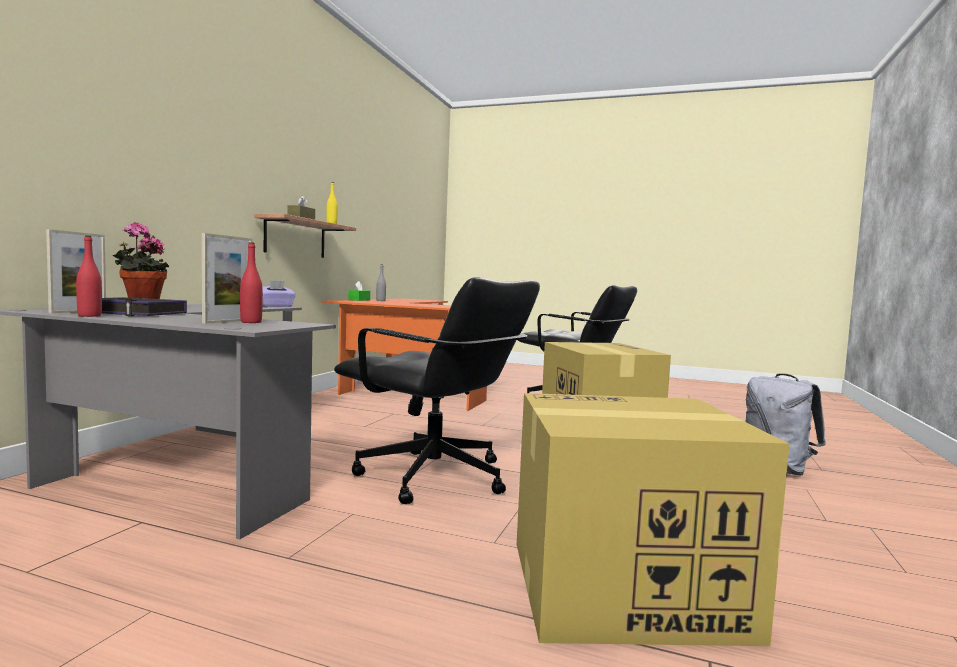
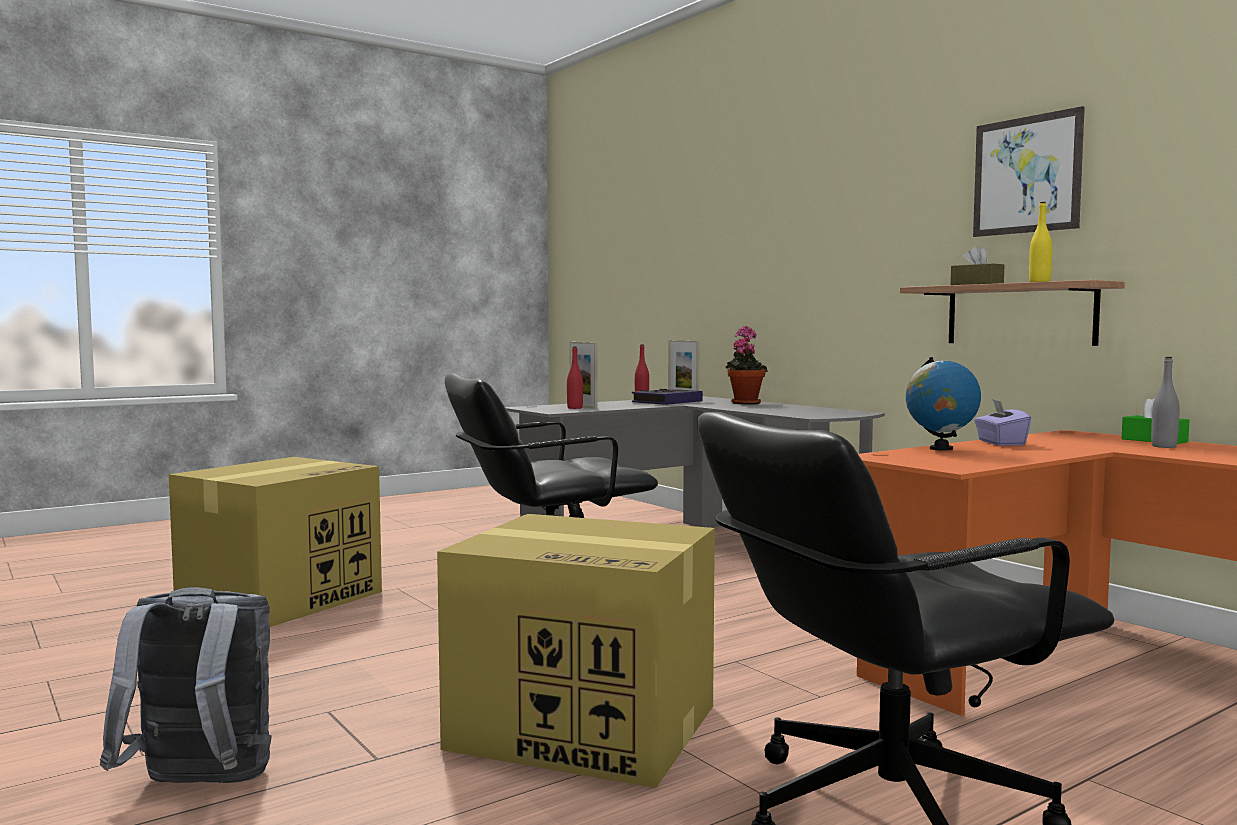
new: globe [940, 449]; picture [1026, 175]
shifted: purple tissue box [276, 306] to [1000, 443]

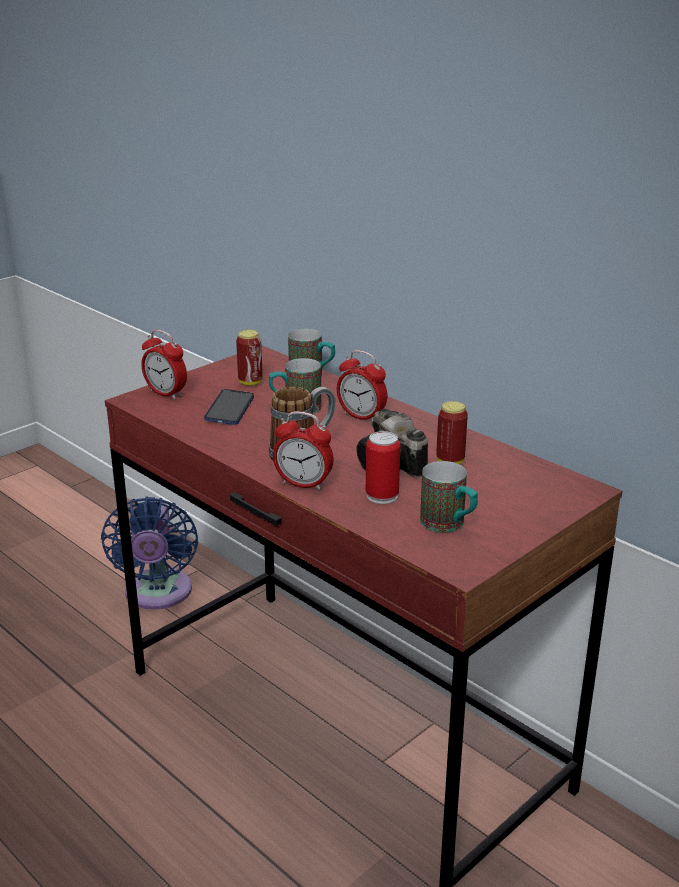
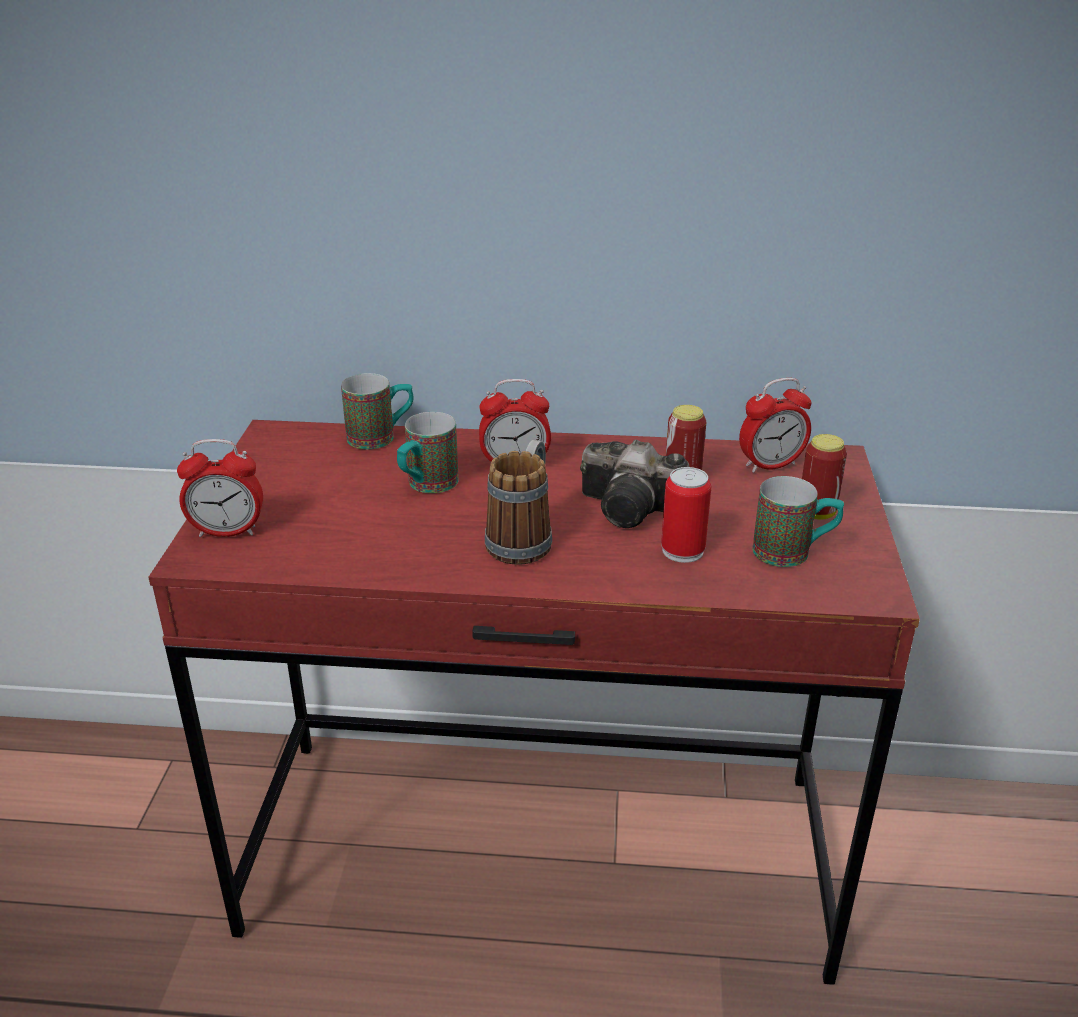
gone: blue fan [157, 594]; phone [229, 409]
shifted: can [250, 382] to [816, 513]; alarm clock [303, 484] to [770, 465]

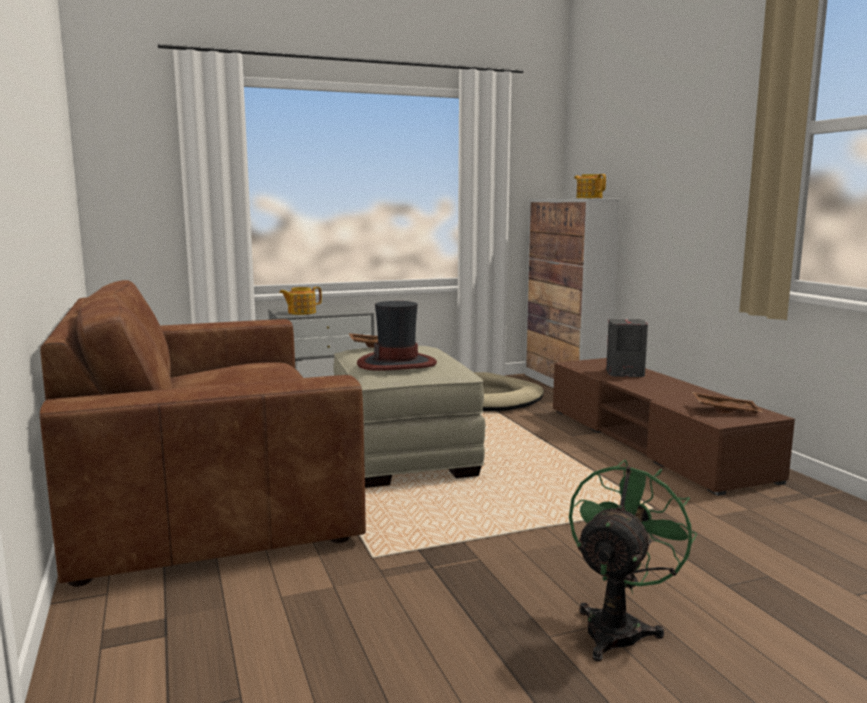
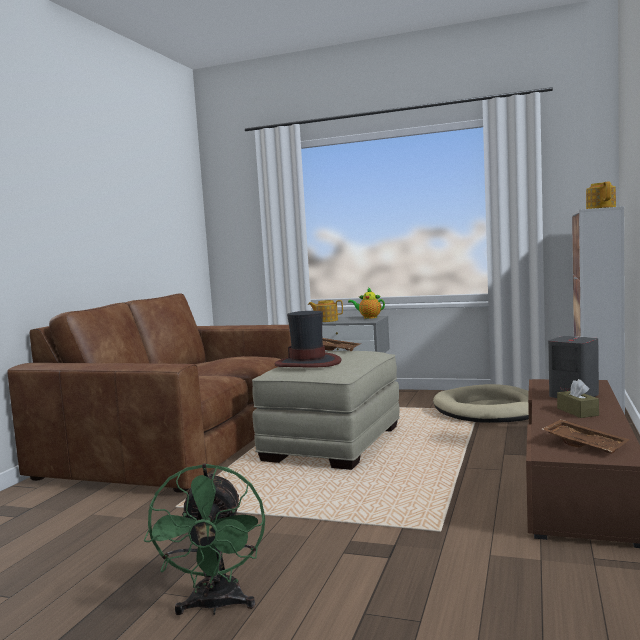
new: teapot [368, 317]; brown tissue box [577, 412]
rotated: green fan [618, 627] = [216, 606] 105 degrees clockwise

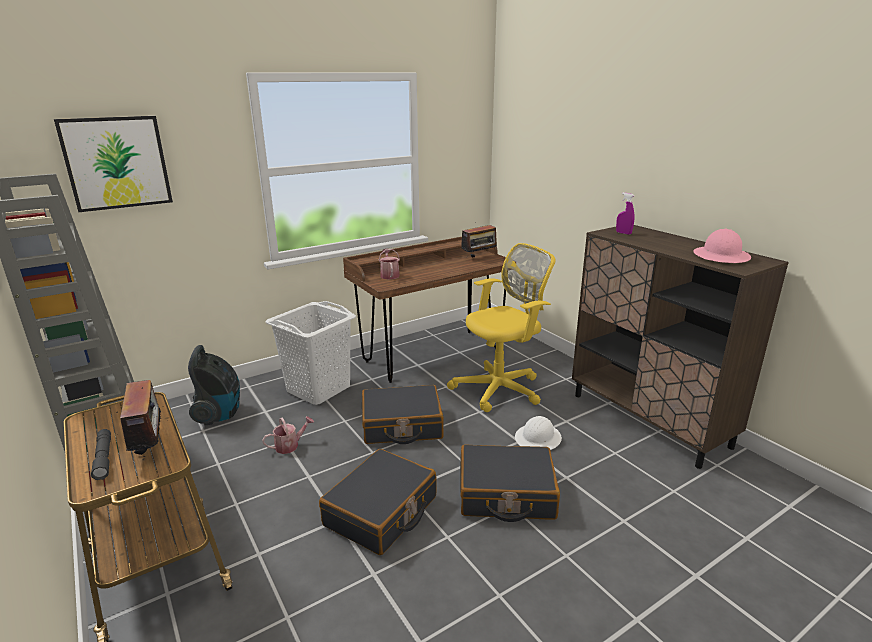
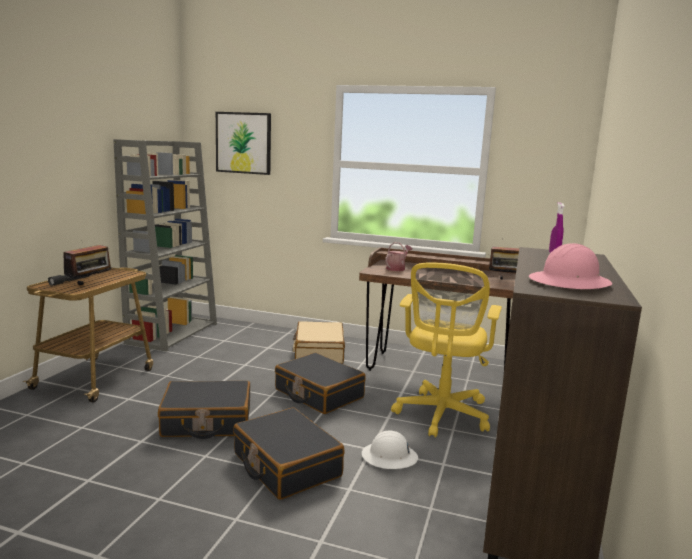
gone: vacuum cleaner [220, 414]; watering can [290, 445]
swapped: white laundry basket [319, 389] to beige suitcase [319, 352]
rotated: yellow office chair [501, 389] = [441, 416] 90 degrees clockwise

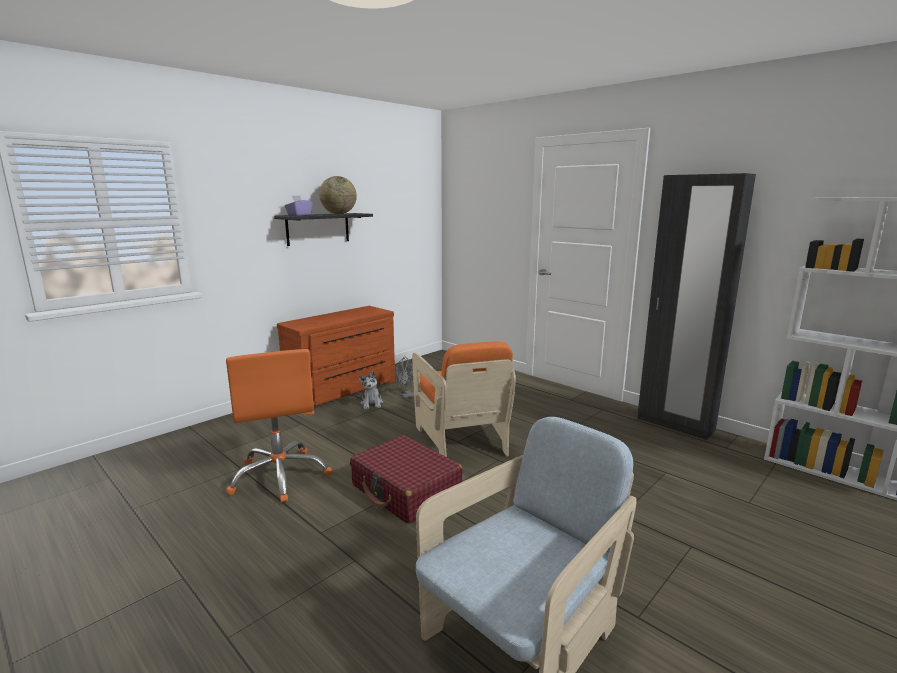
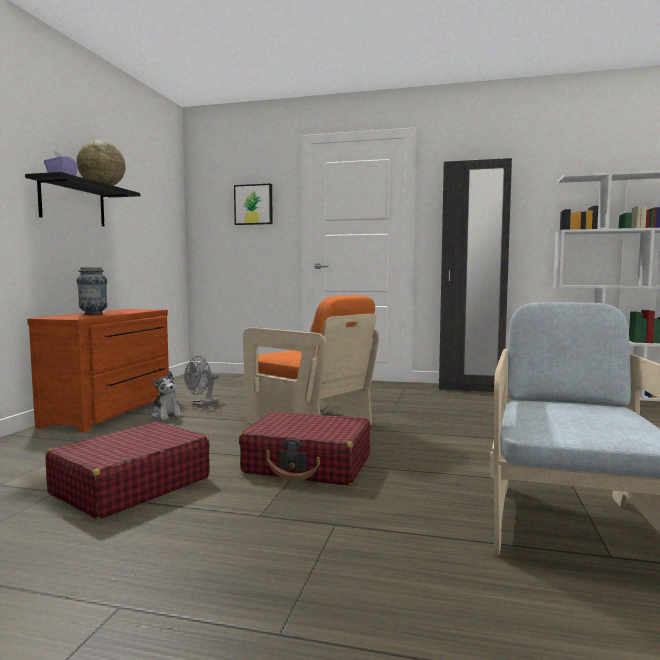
new: vase [93, 314]; picture [254, 204]
swapped: orange office chair [280, 476] to red suitcase [130, 486]

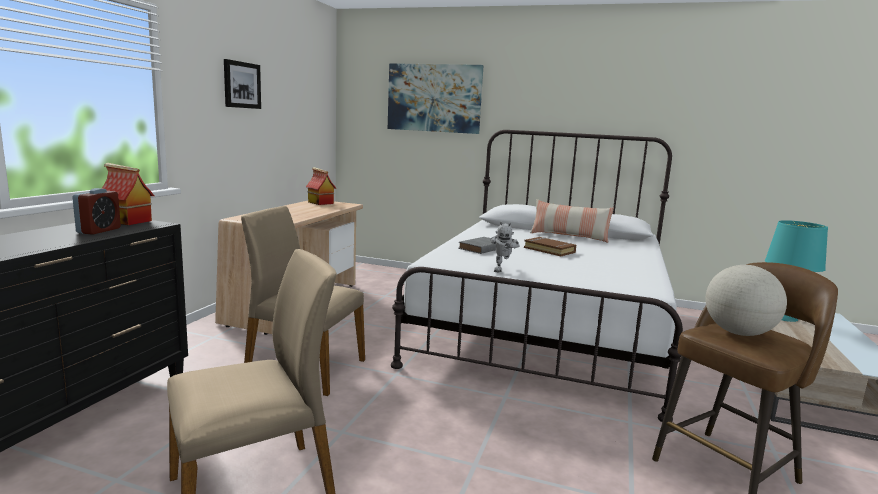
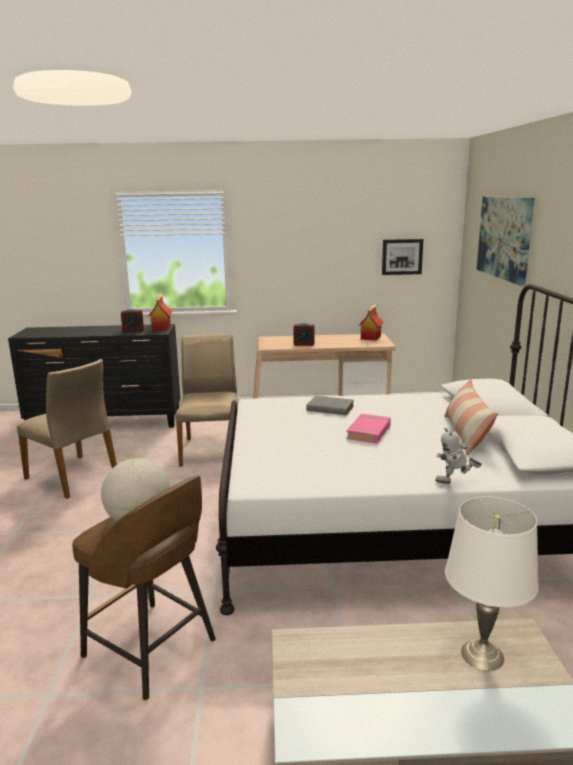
new: alarm clock [304, 344]
shifted: picture [241, 85] to [402, 256]; toy robot [502, 270] to [455, 483]
repainted: brown book [549, 250] to pink book [369, 432]; turquoise table lamp [784, 317] to white table lamp [482, 655]

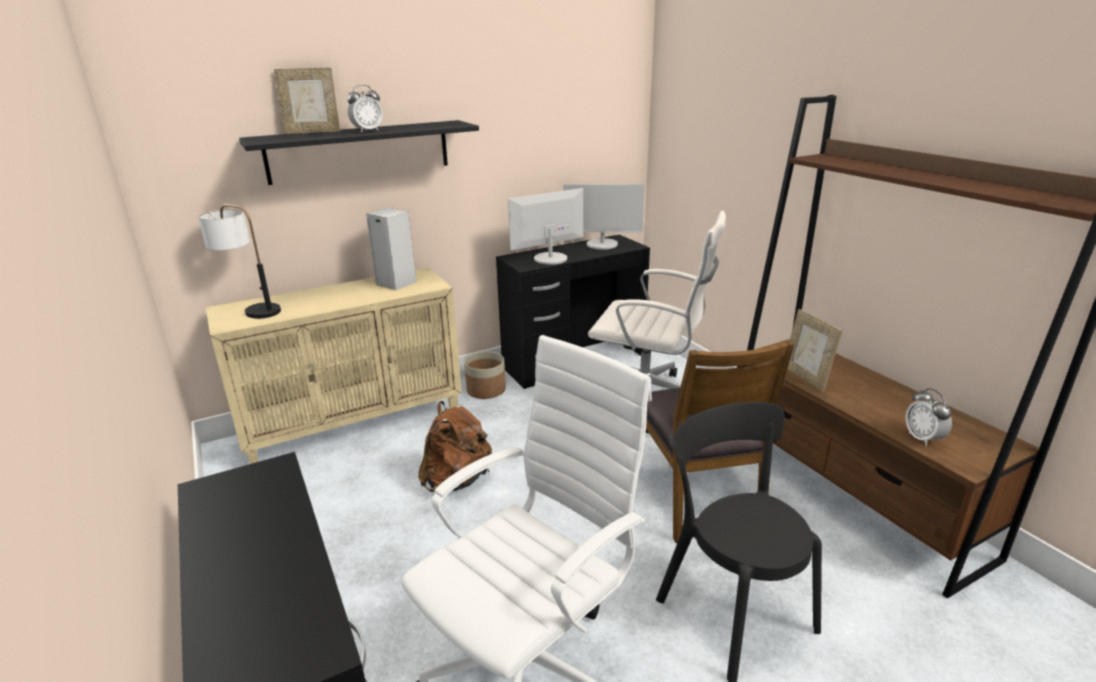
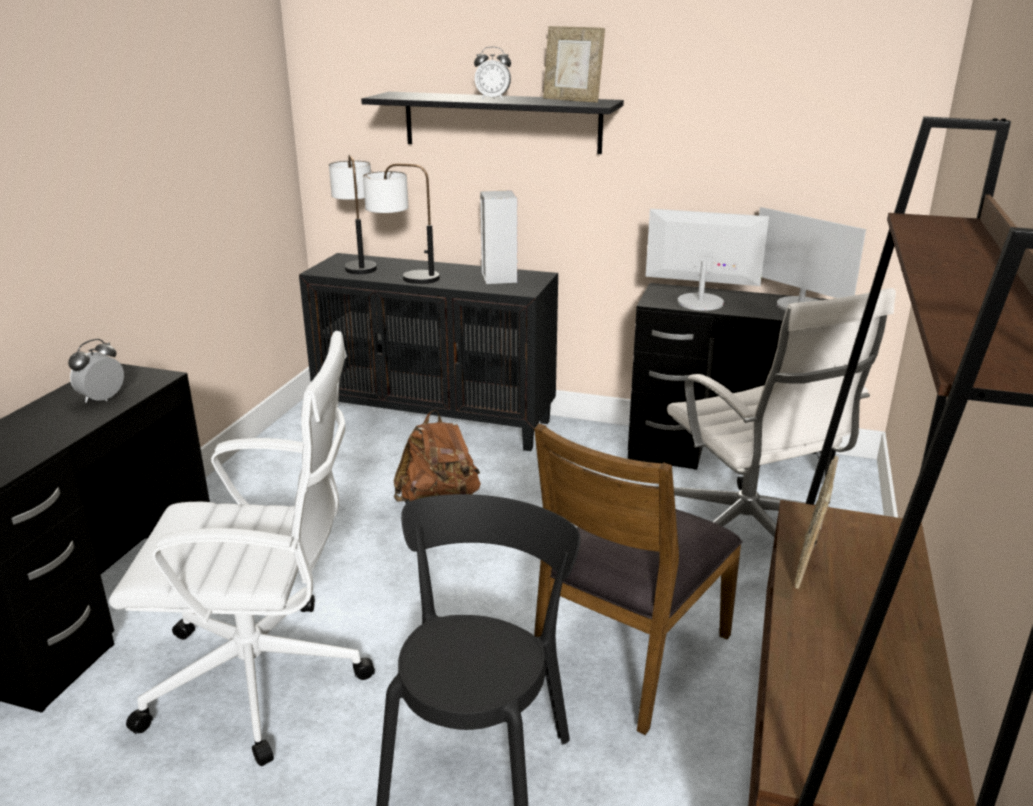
gone: planter [486, 390]
new: table lamp [403, 277]
shifted: picture frame [313, 132] to [572, 100]; alarm clock [923, 438] to [102, 399]
repainted: beige cabinet [356, 424] to black cabinet [437, 420]

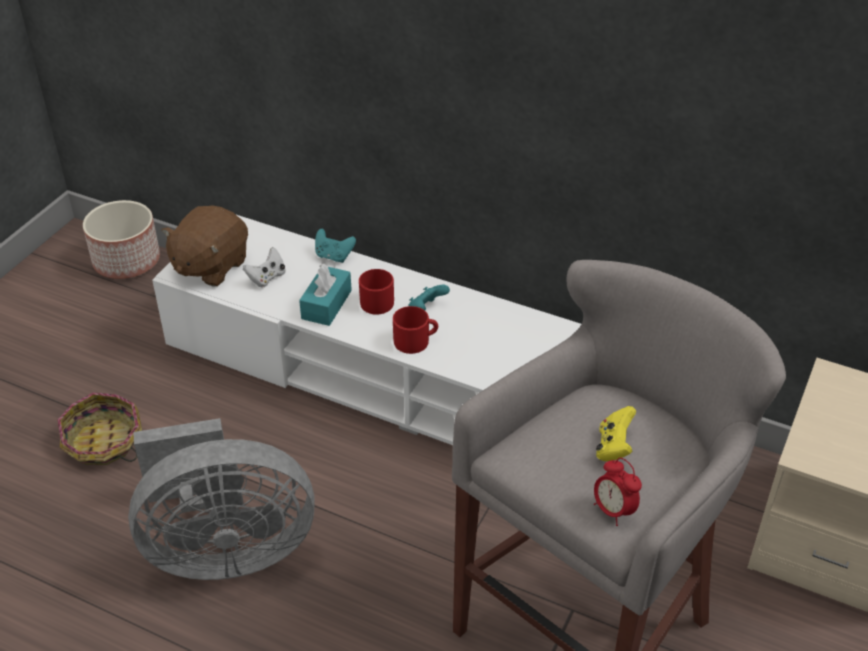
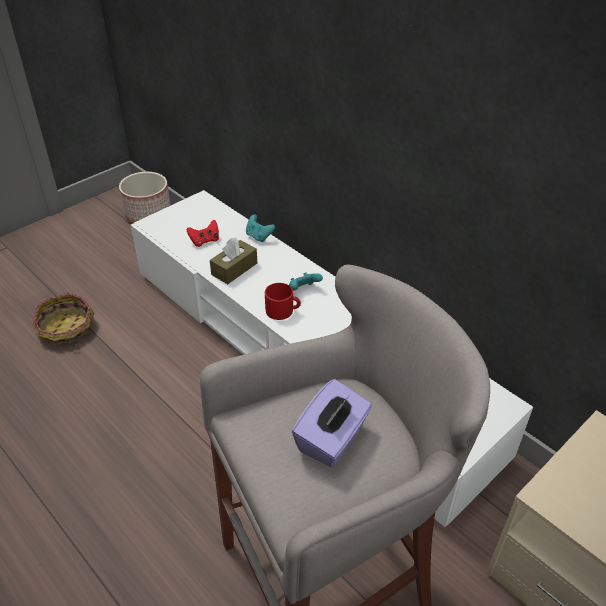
gone: grey fan [225, 549]; brown plush toy [210, 266]; red mug [377, 300]; alarm clock [613, 510]
swapped: yellow game controller [613, 447] to purple tissue box [332, 439]
repainted: white game controller [267, 278] to red game controller [205, 241]; turquoise tissue box [326, 304] to brown tissue box [234, 269]

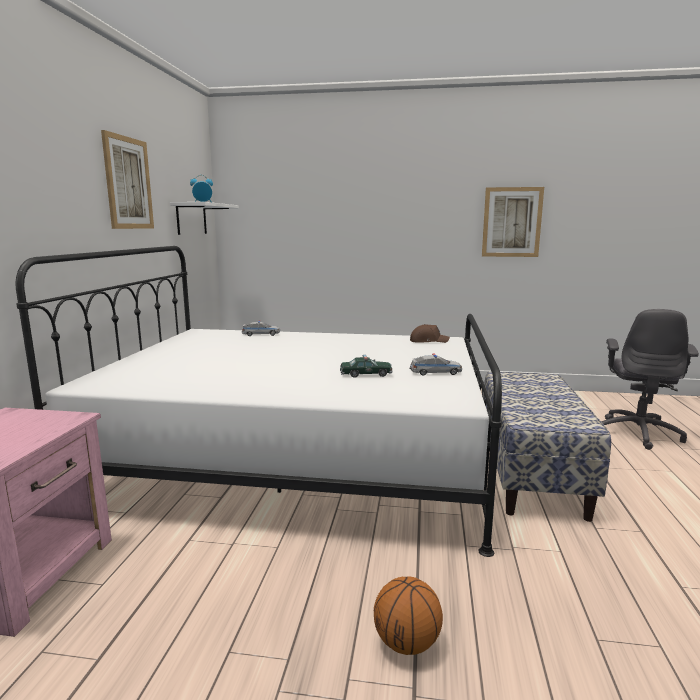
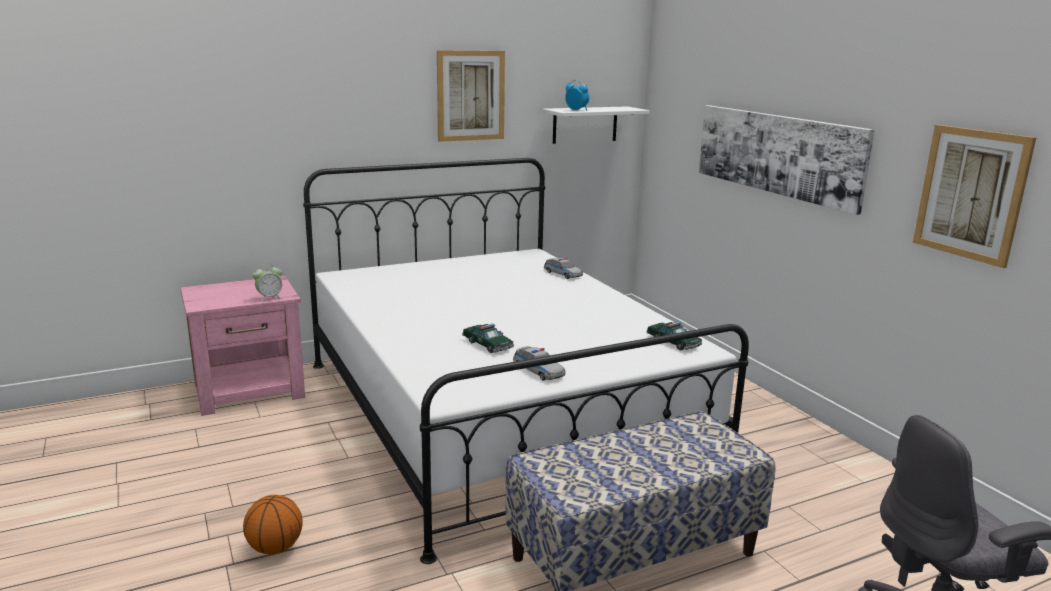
new: alarm clock [269, 298]; picture [777, 154]
swapped: brown cap [428, 341] to toy car [673, 342]

